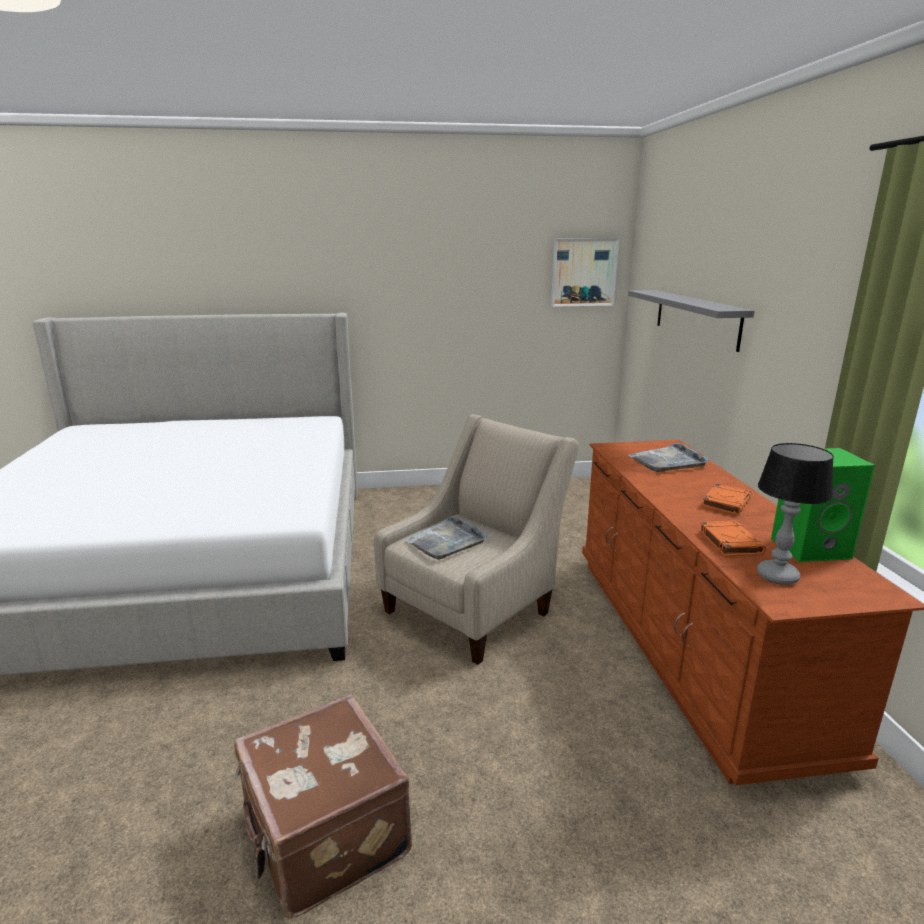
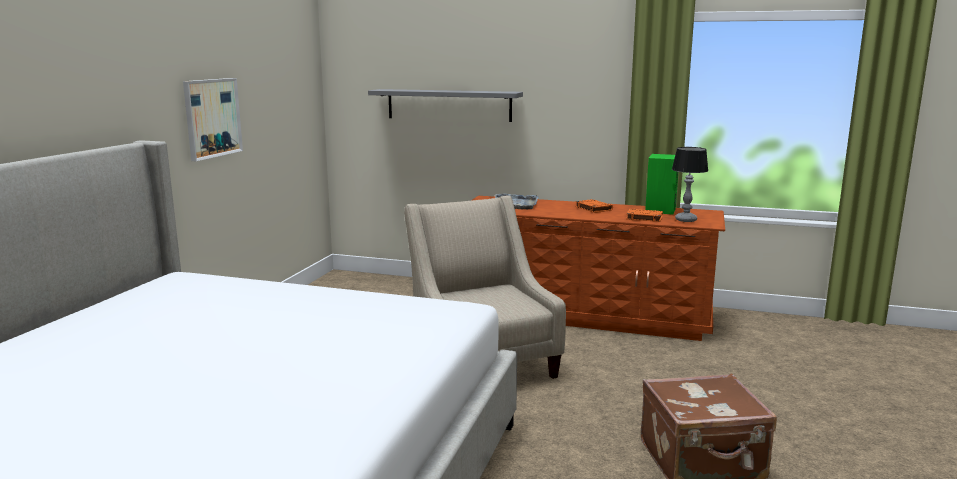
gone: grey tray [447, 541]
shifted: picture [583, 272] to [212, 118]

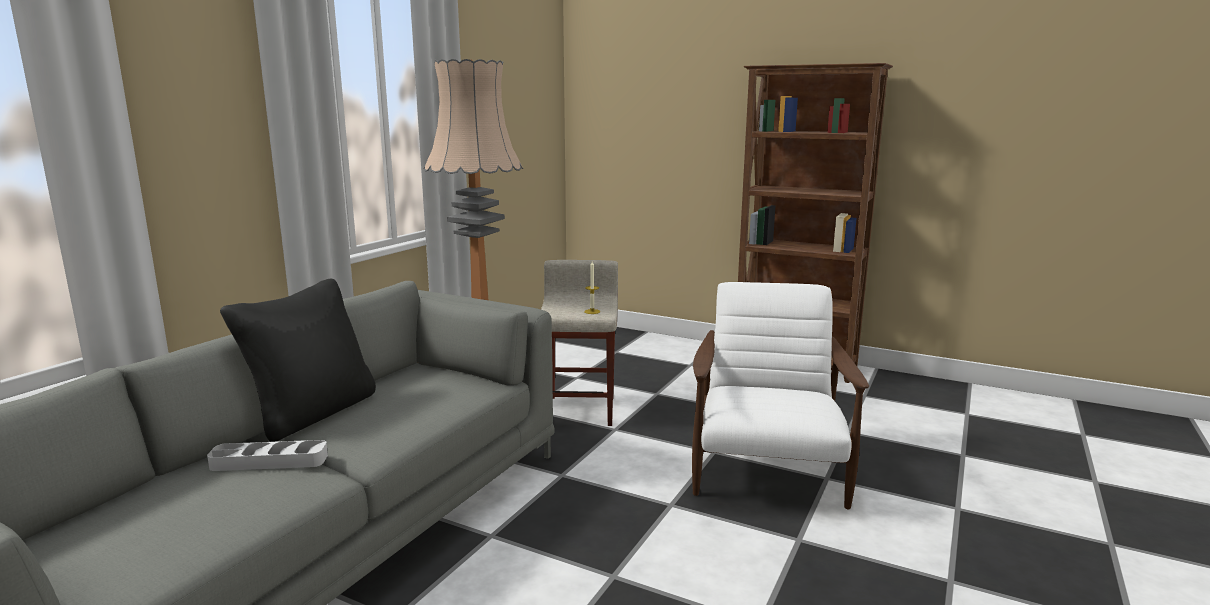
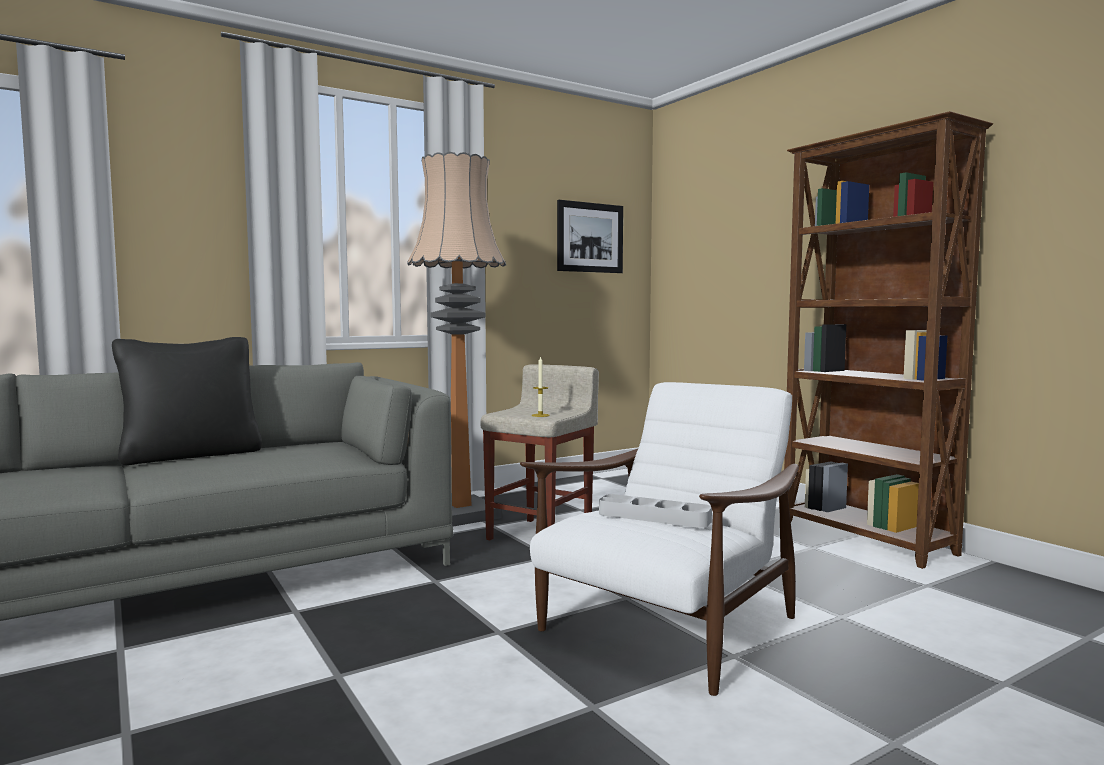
new: picture [590, 237]
shifted: grey tray [269, 461] to [654, 517]

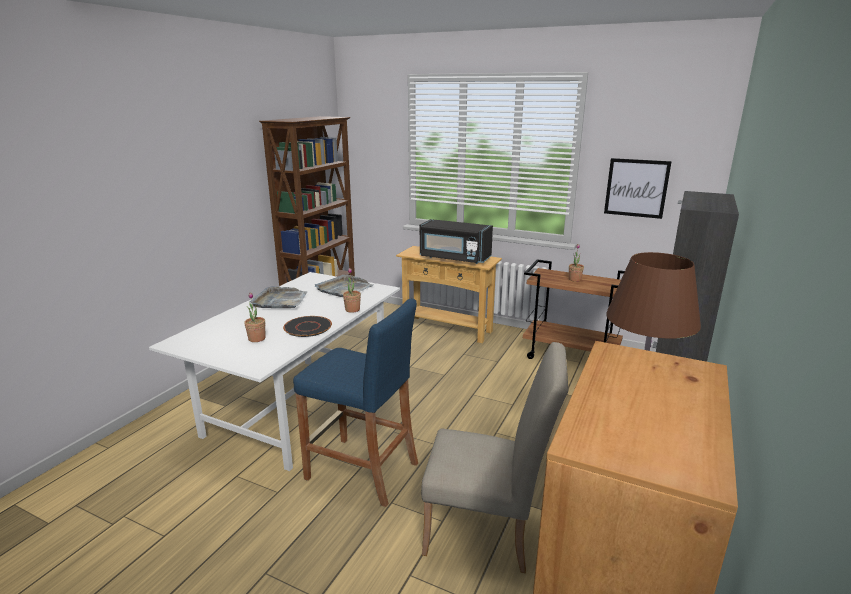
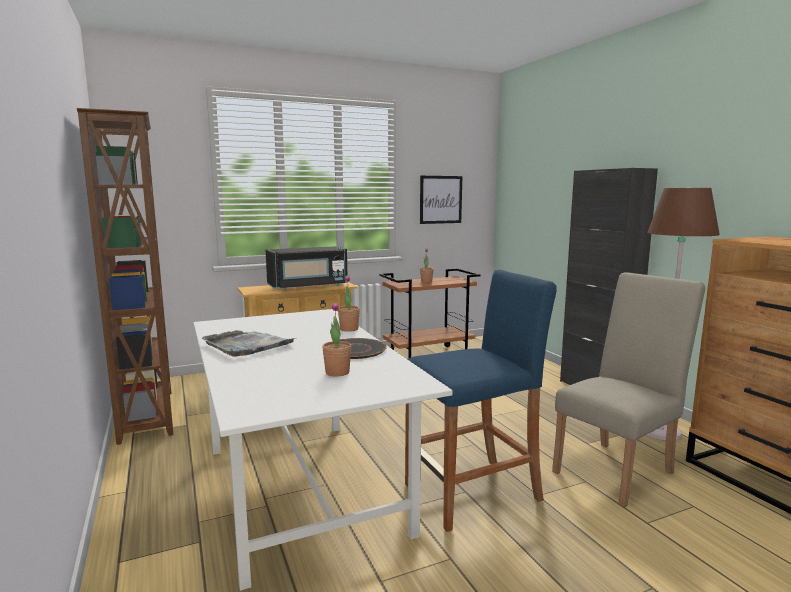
gone: grey tray [344, 289]

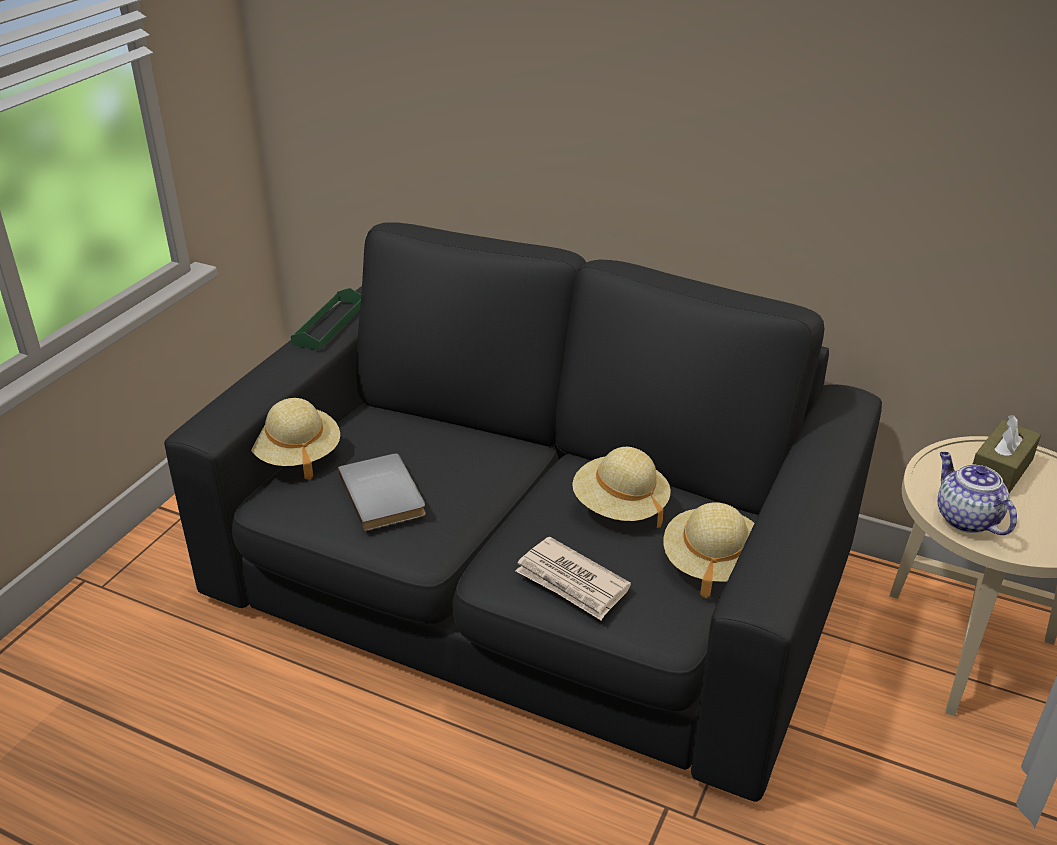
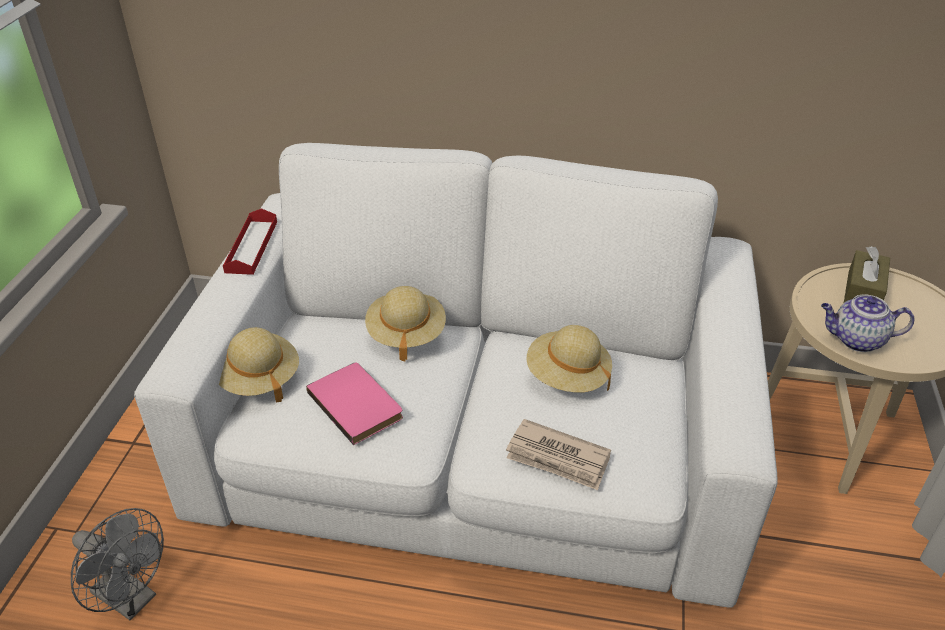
new: grey fan [132, 599]
shifted: beige hat [711, 563] to [406, 334]
repainted: black sofa [529, 583] to white sofa [473, 447]; green tray [329, 324] to red tray [251, 246]; grey book [385, 494] to pink book [358, 404]
rotated: teapot [965, 518] = [856, 340] 45 degrees counterclockwise

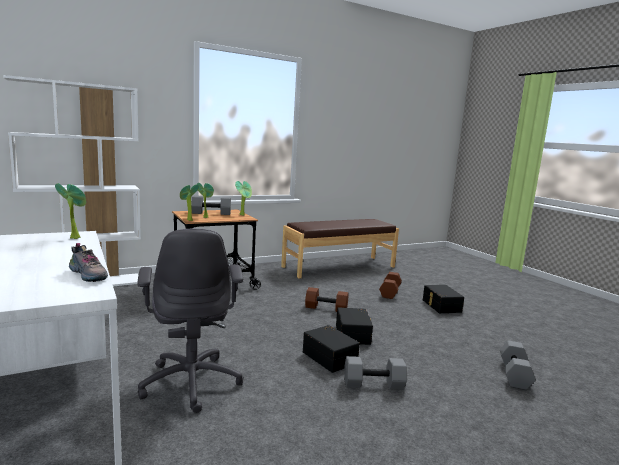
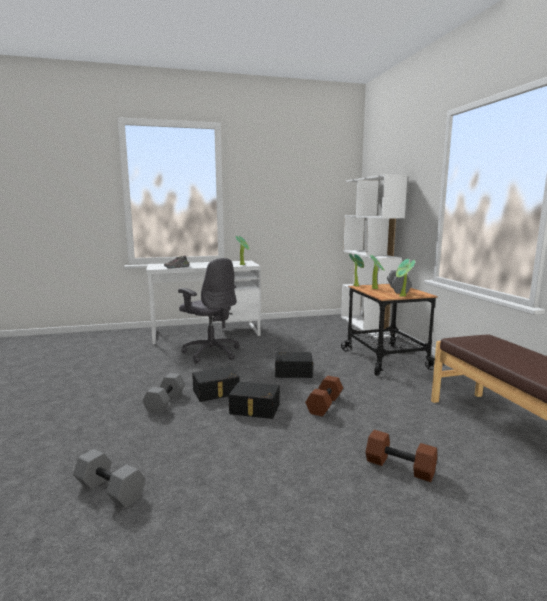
shifted: black storage box [440, 306] to [293, 372]
rotated: grey office chair [192, 382] = [211, 353] 135 degrees counterclockwise

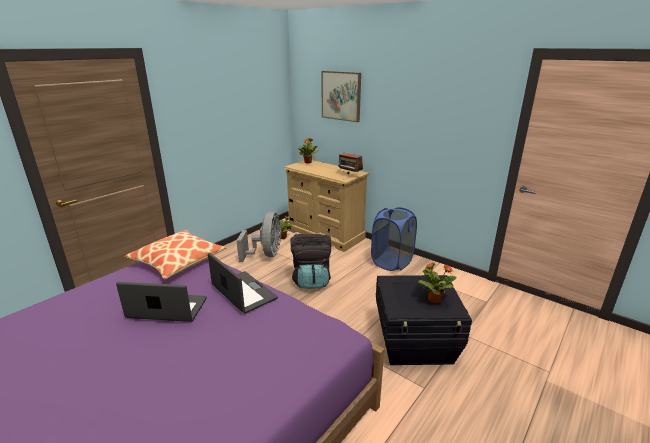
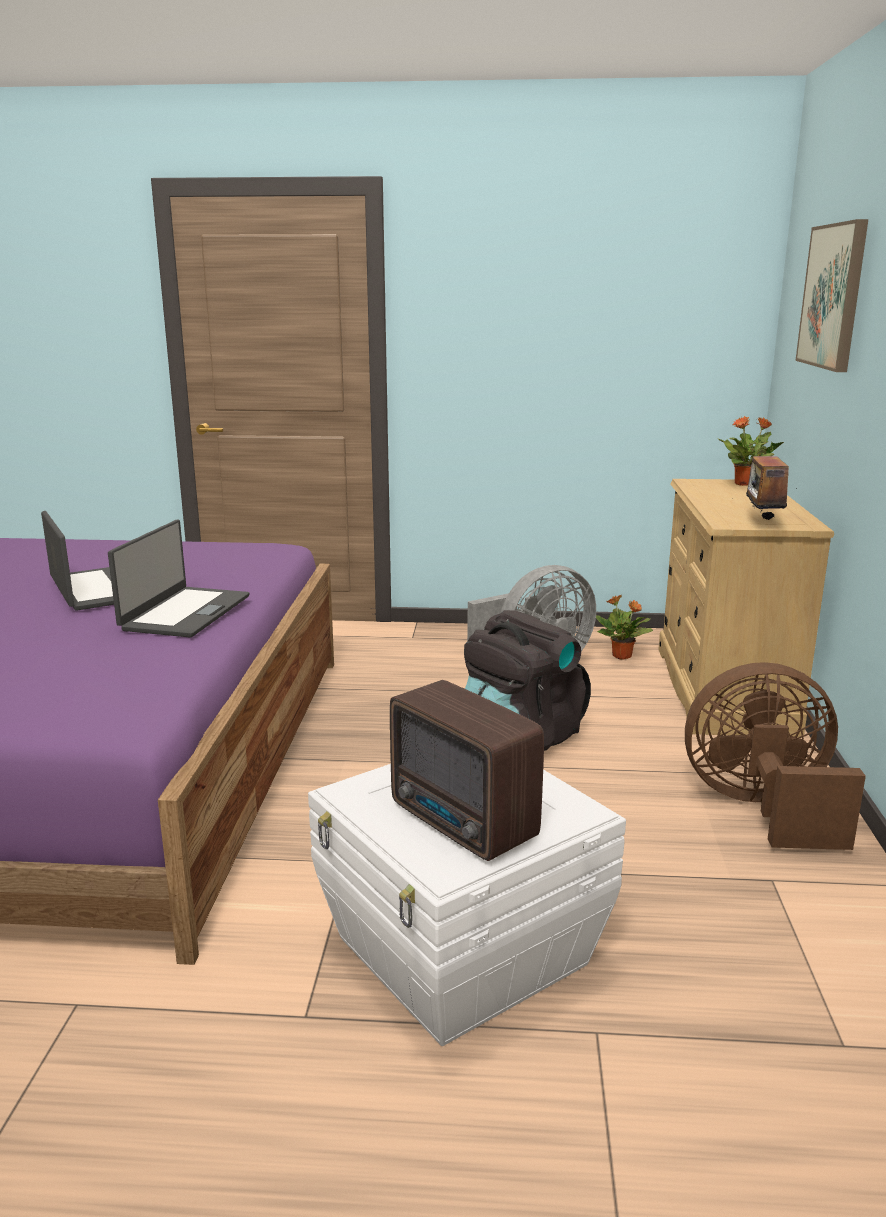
gone: pillow [178, 261]
swapped: blue laundry basket [392, 262] to brown fan [762, 808]; potted plant [434, 299] to radio [463, 824]
repainted: black storage box [415, 343] to white storage box [461, 952]

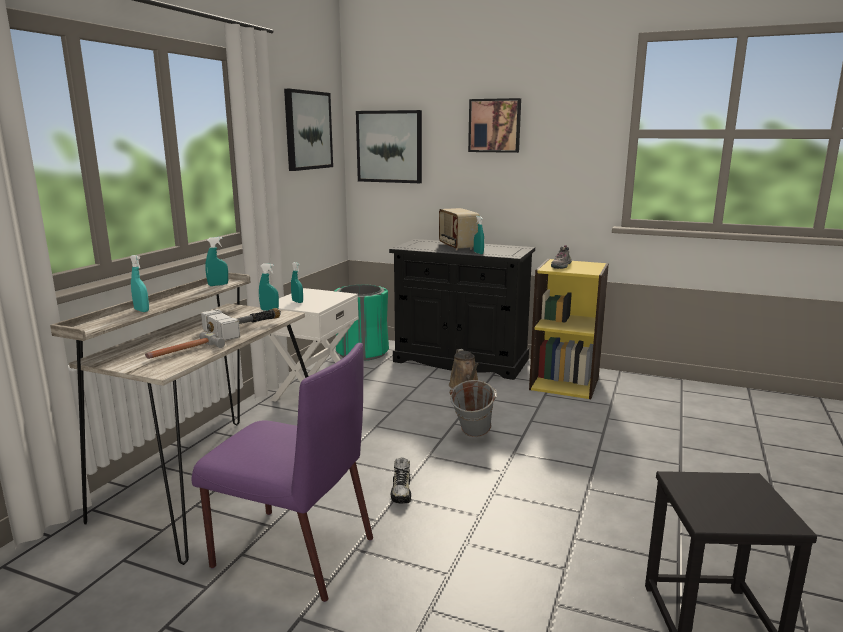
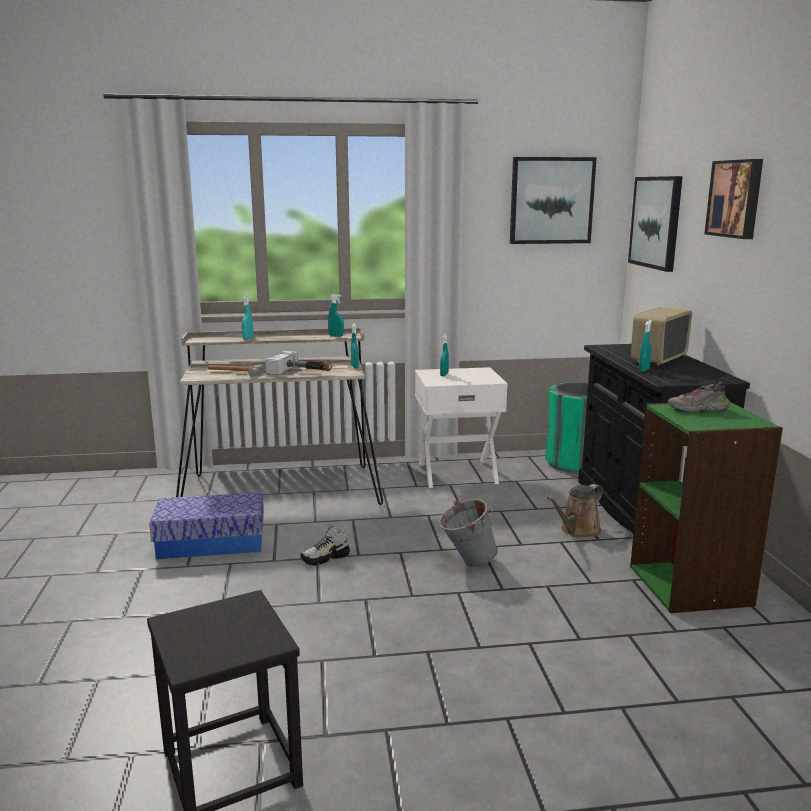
swapped: purple chair [291, 552] to storage box [211, 543]
repainted: yellow bookcase [565, 383] to green bookcase [691, 585]

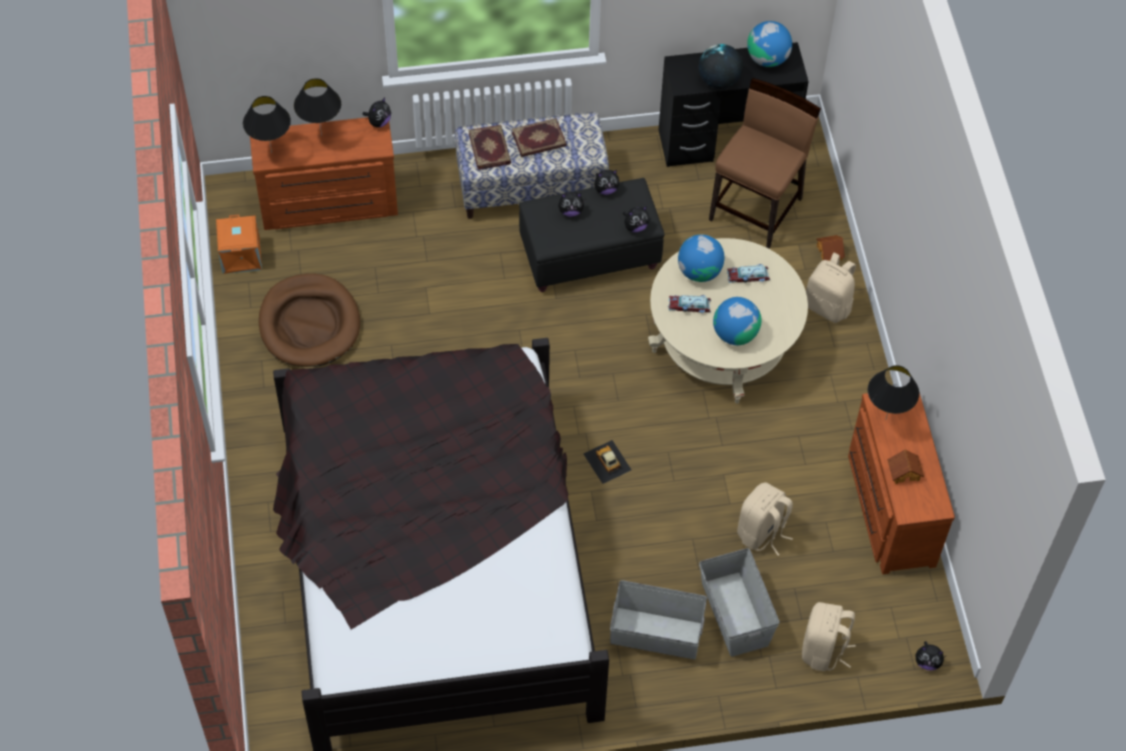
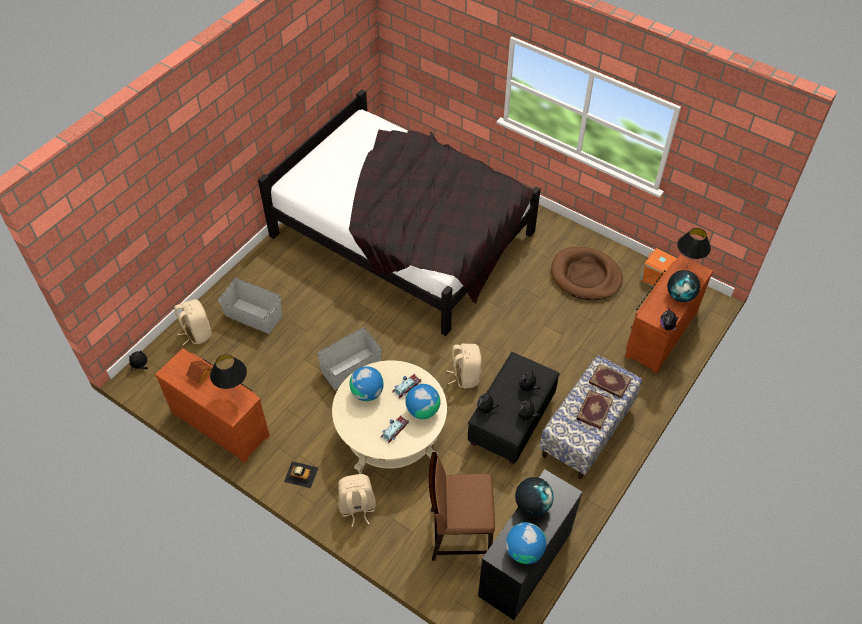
gone: toy house [830, 252]
shifted: toy car [607, 462] to [301, 474]; grey storage box [656, 634] to [351, 368]; beige backpack [762, 532] to [465, 376]
swapped: black table lamp [321, 136] to globe [680, 296]
rotated: brown chair [757, 208] = [459, 533] 105 degrees clockwise

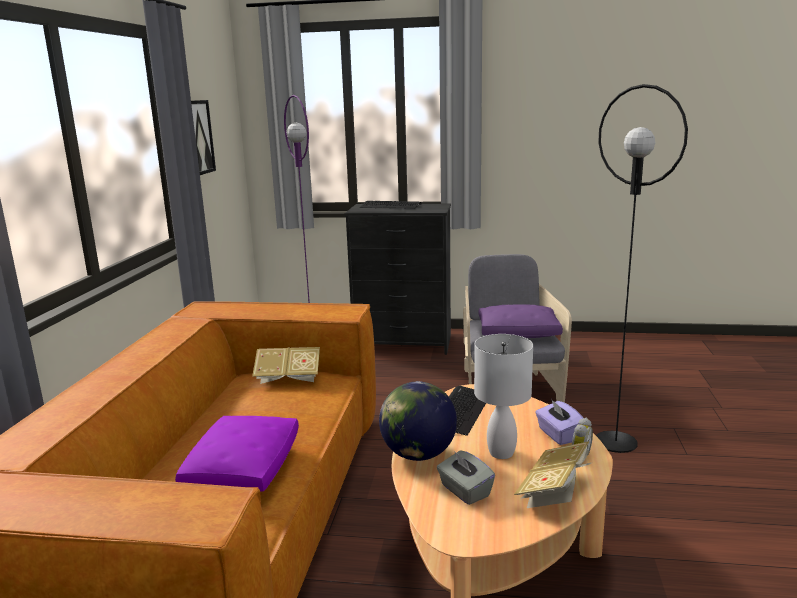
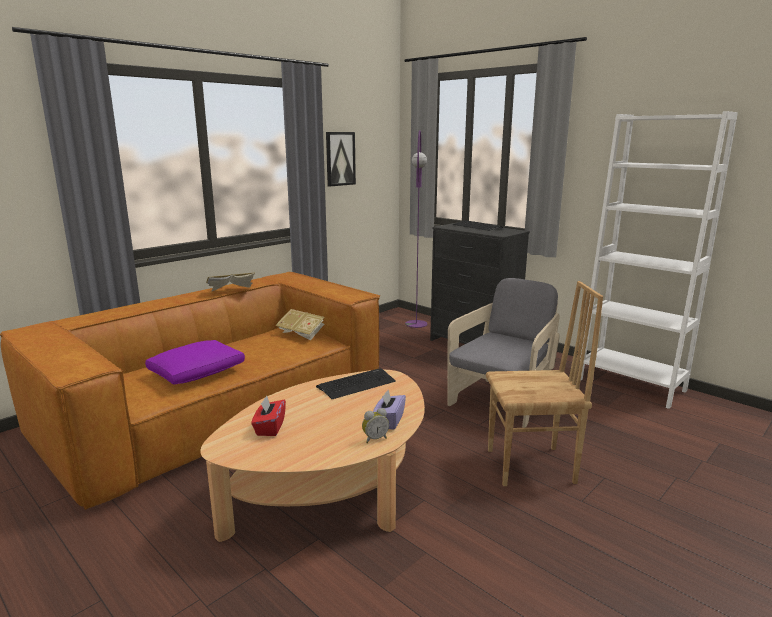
gone: globe [418, 455]; white table lamp [500, 452]; purple pillow [519, 333]
new: white bookcase [631, 385]
shifted: book [555, 492] to [231, 291]
swapped: black floor lamp [616, 442] to brown chair [531, 467]
repainted: grey tissue box [464, 491] to red tissue box [269, 428]

